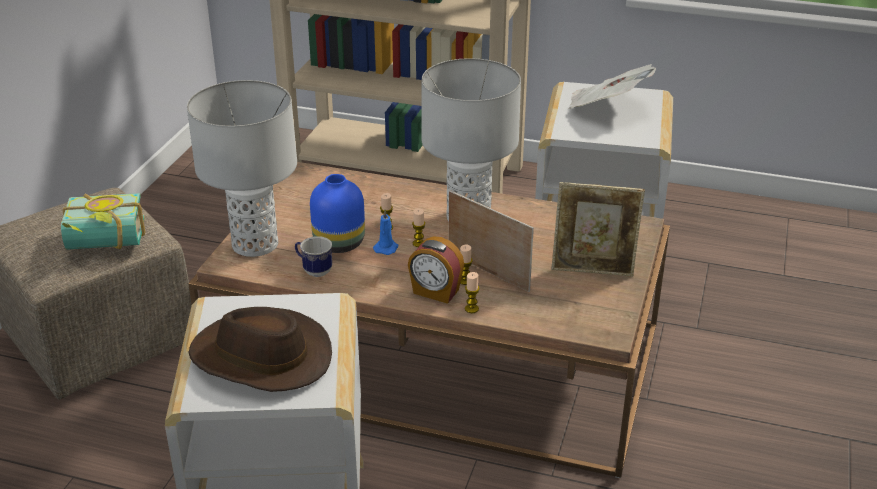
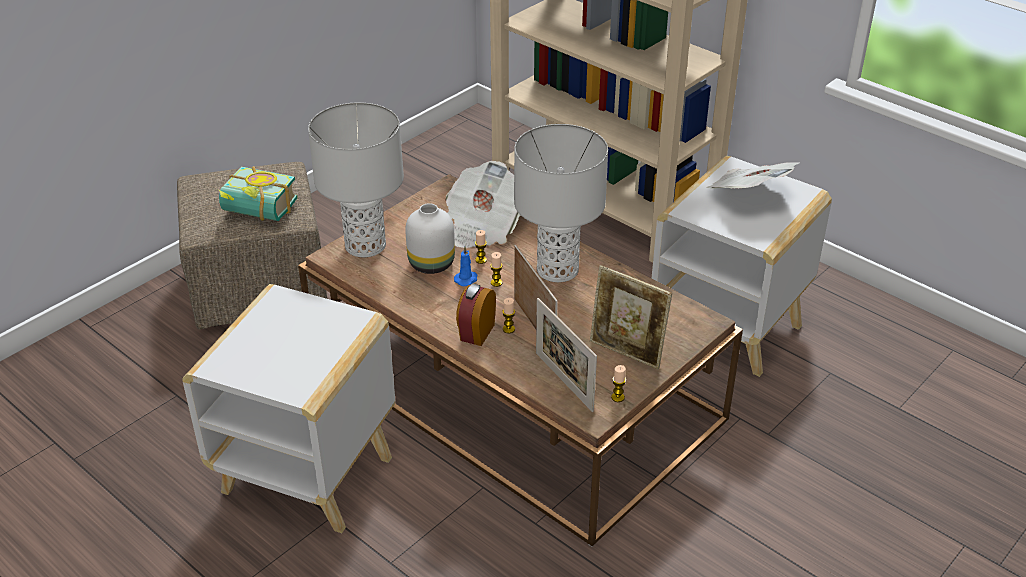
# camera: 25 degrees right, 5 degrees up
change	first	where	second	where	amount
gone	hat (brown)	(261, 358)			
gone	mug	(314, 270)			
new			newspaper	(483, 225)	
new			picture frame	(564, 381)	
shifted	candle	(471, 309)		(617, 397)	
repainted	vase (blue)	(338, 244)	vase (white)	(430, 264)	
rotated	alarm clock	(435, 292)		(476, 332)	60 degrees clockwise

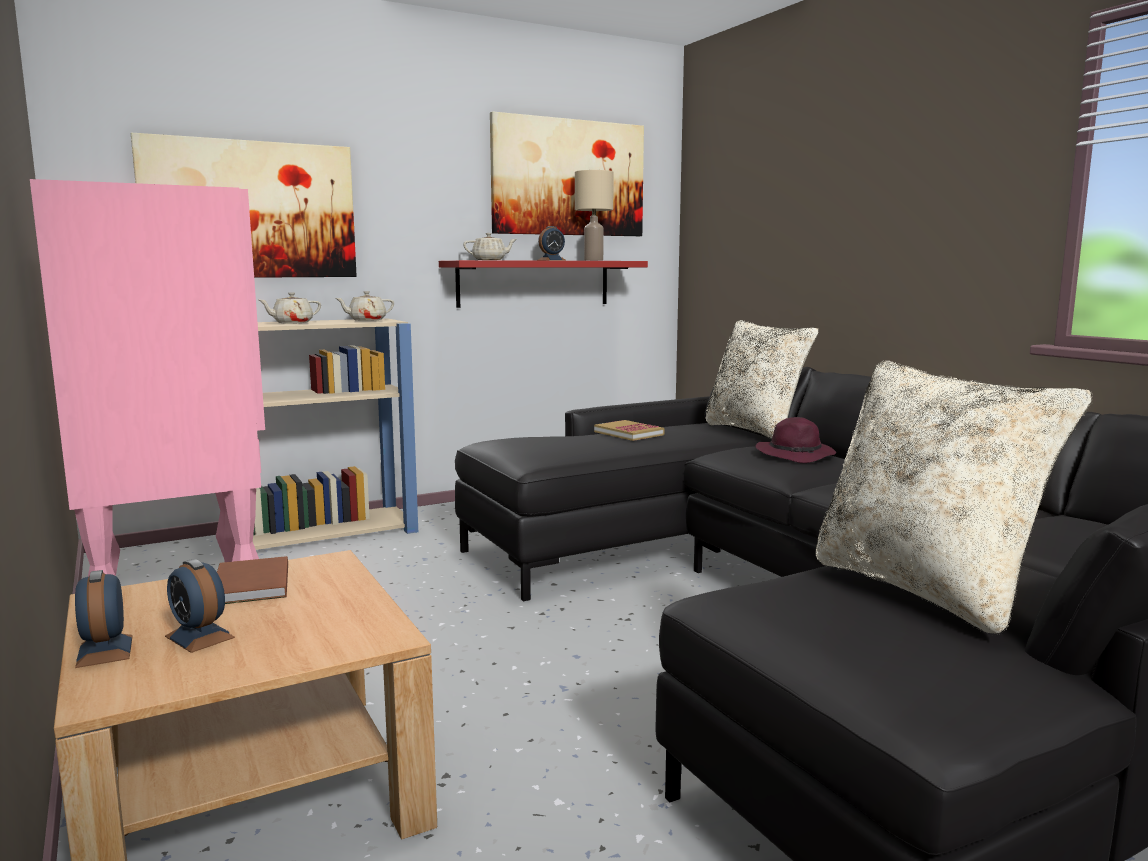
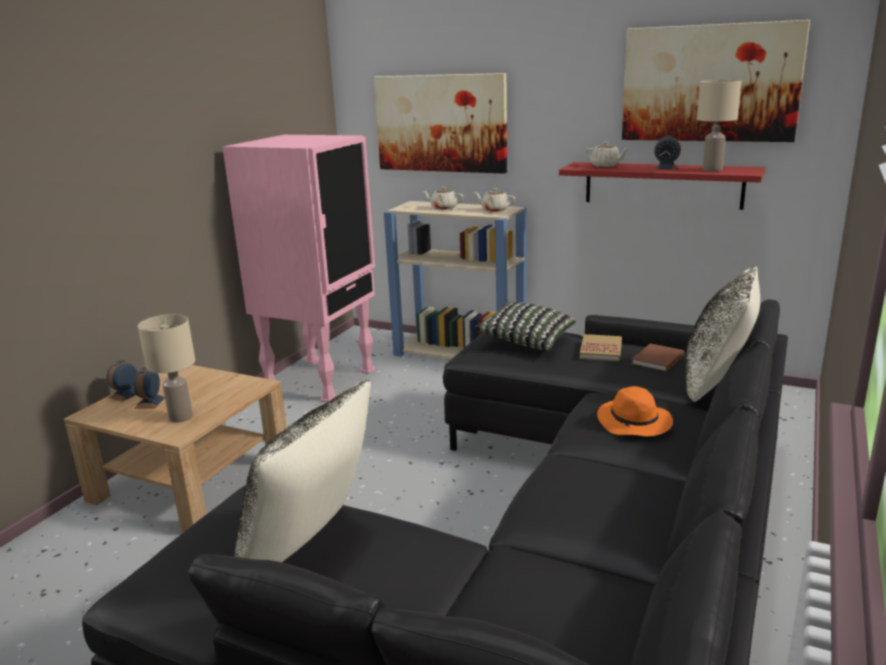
# camera: 55 degrees right, 10 degrees up
change	first	where	second	where	amount
new			table lamp (beige)	(181, 417)	
new			pillow	(526, 340)	
shifted	book (brown)	(250, 586)		(656, 360)	
repainted	hat (purple)	(796, 455)	hat (orange)	(635, 423)	

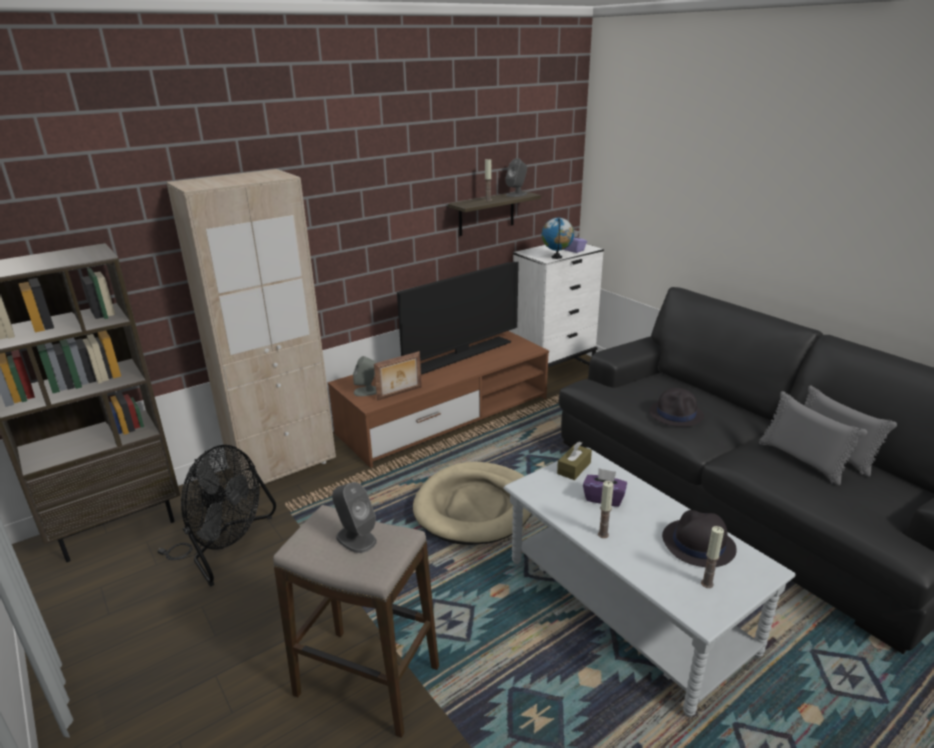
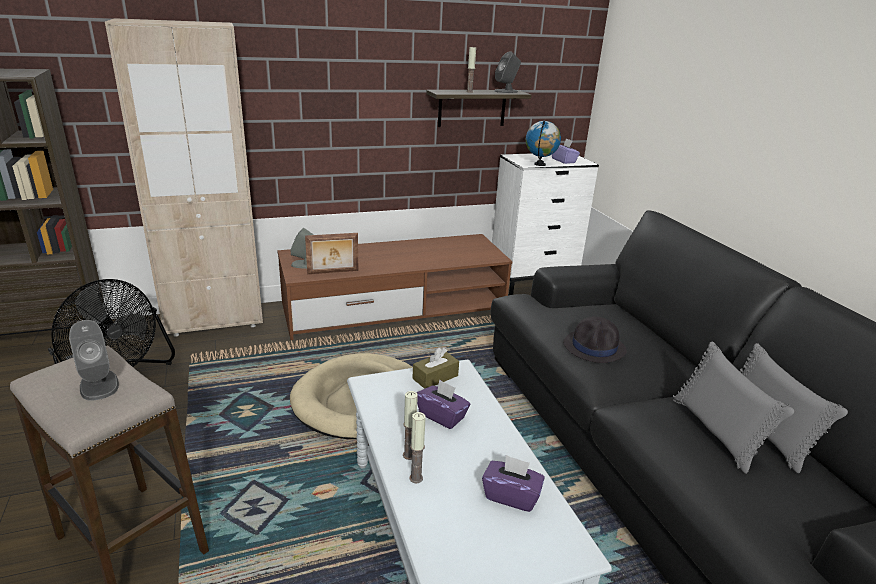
# camera: 15 degrees right, 0 degrees up
change	first	where	second	where	amount
gone	television	(462, 355)			
shifted	candle	(707, 583)		(416, 478)	
swapped	hat (black)	(697, 544)	tissue box (purple)	(511, 496)	

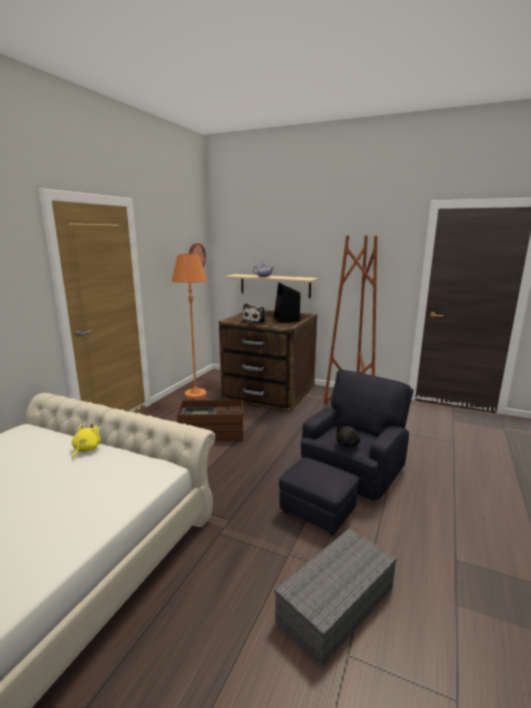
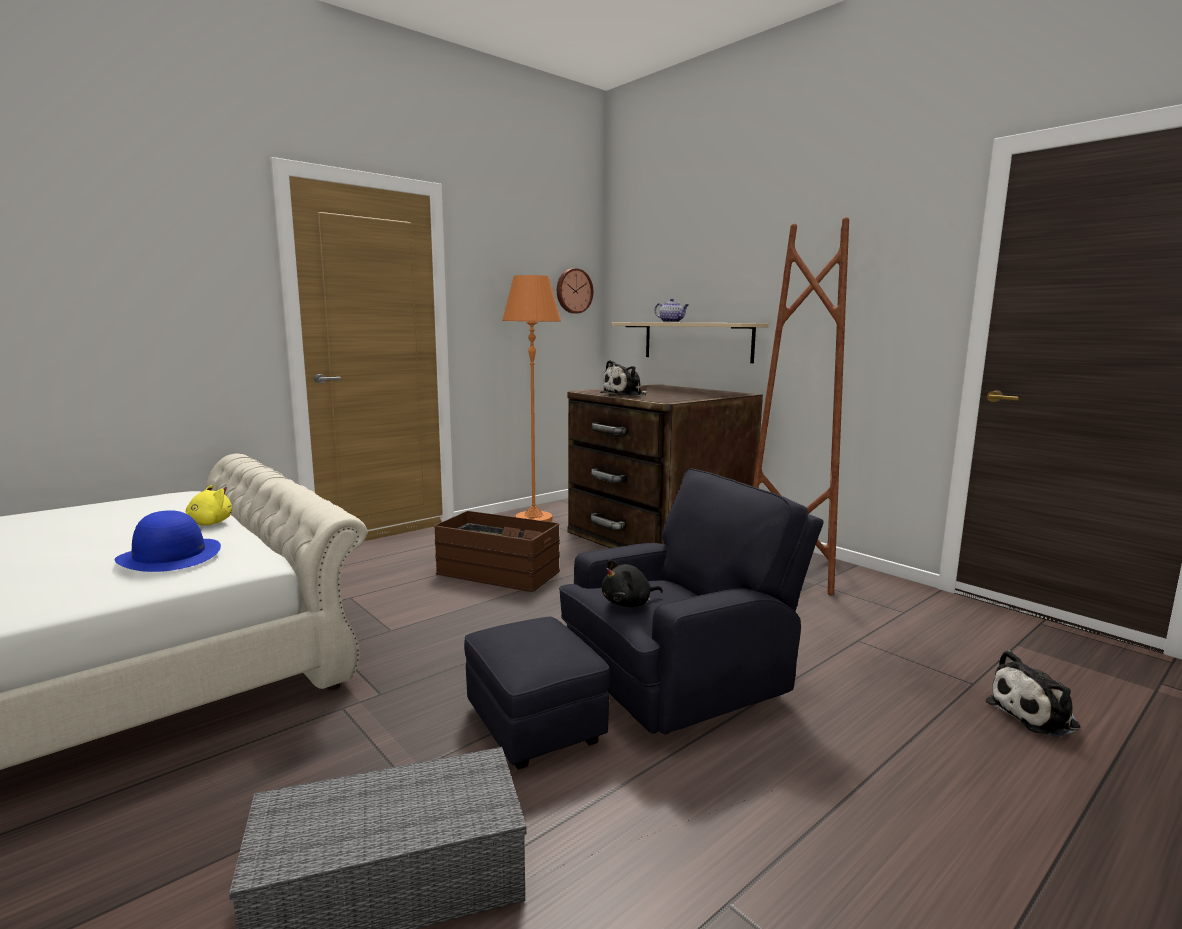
# camera: 25 degrees right, 5 degrees down
change	first	where	second	where	amount
gone	speaker (black)	(286, 320)			
new			hat (blue)	(170, 556)	
new			plush toy	(1036, 715)	

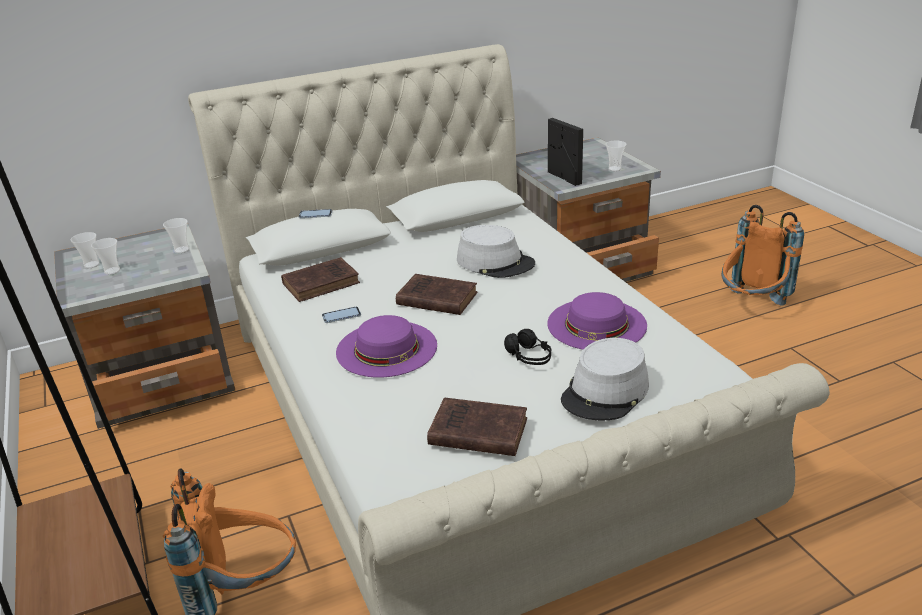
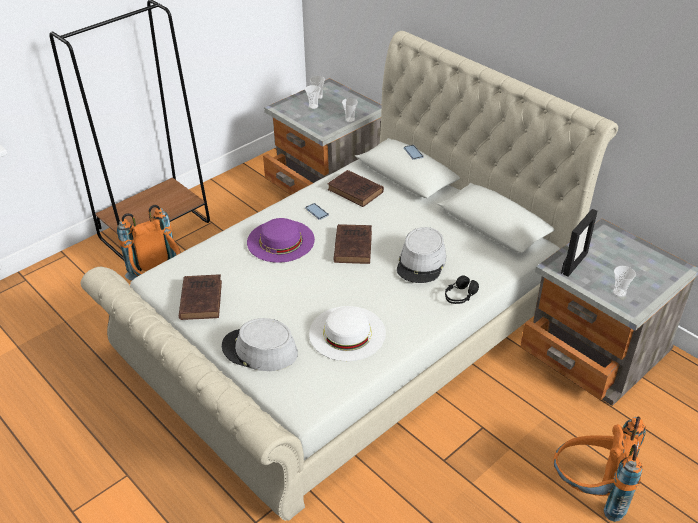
# camera: 70 degrees right, 10 degrees up
change	first	where	second	where	amount
shifted	headphones (black)	(529, 357)		(460, 296)	
repainted	hat (purple)	(596, 324)	hat (white)	(347, 333)	

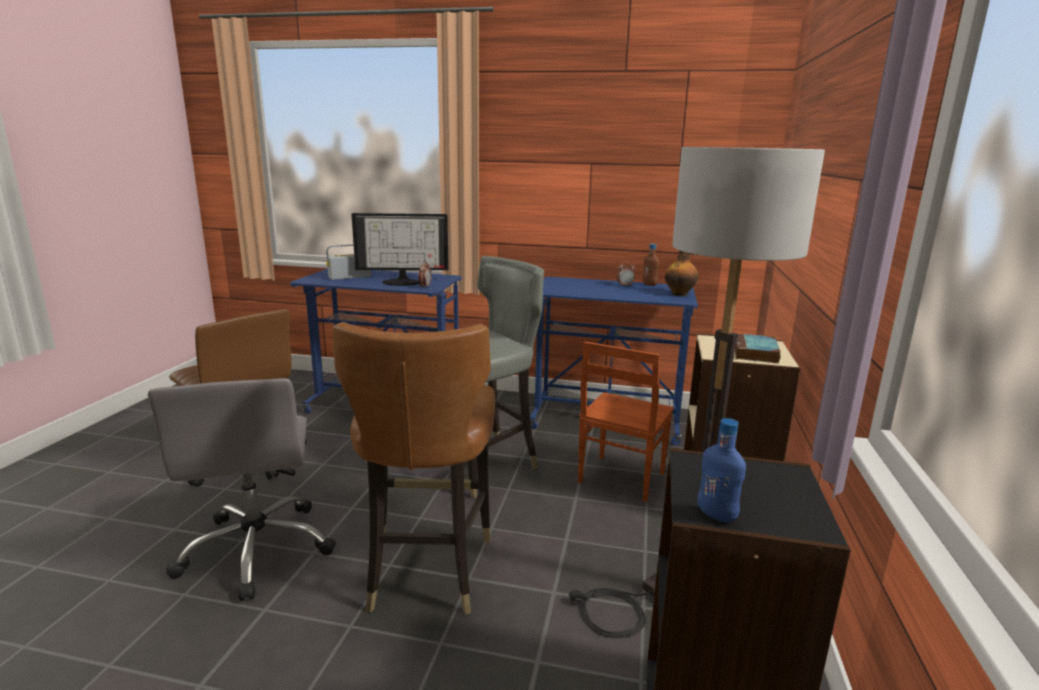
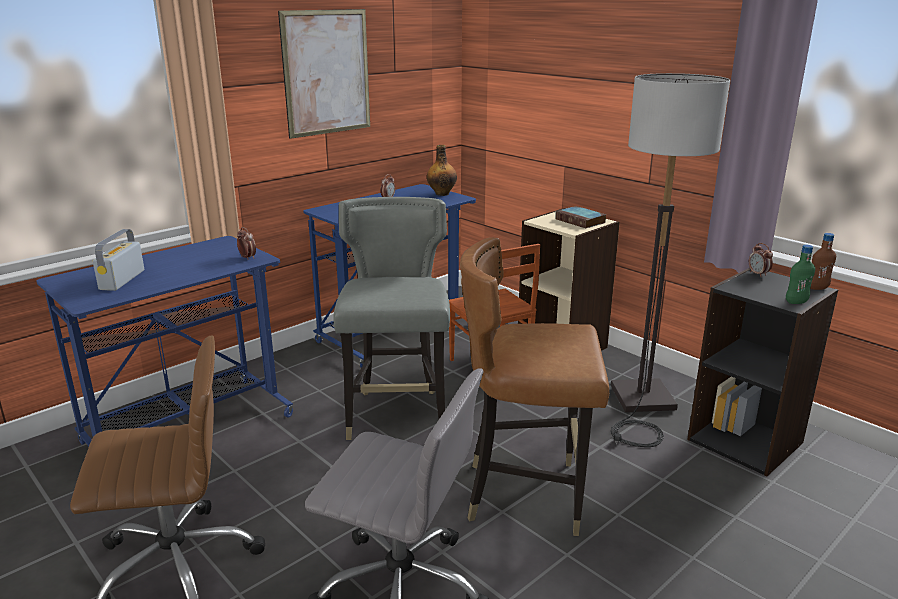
# camera: 55 degrees left, 5 degrees up
change	first	where	second	where	amount
gone	monitor	(402, 281)			
new			picture	(327, 73)	
new			alarm clock	(758, 274)	
shifted	bottle (brown)	(649, 284)		(817, 288)	
repainted	bottle (blue)	(716, 515)	bottle (green)	(796, 302)	
rotated	chair (brown)	(426, 570)		(526, 494)	150 degrees clockwise

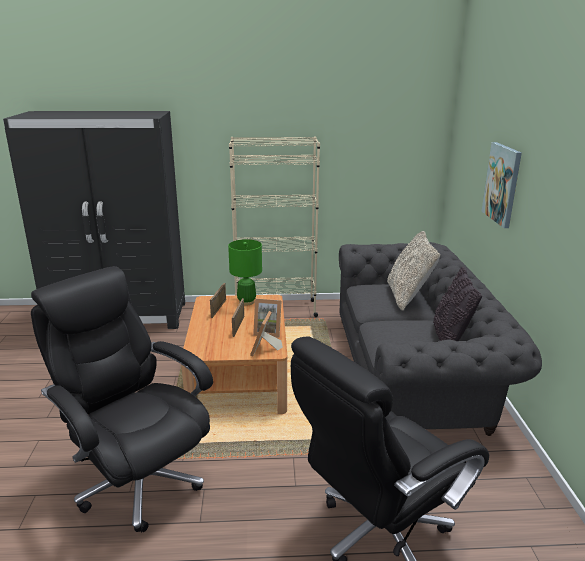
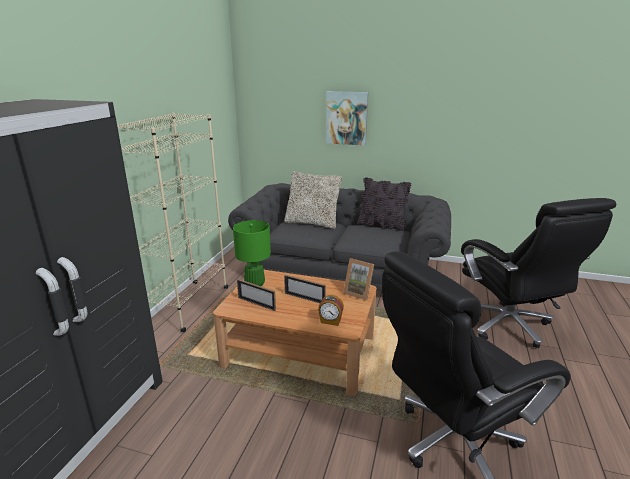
# camera: 70 degrees left, 0 degrees up
change	first	where	second	where	amount
gone	picture frame	(268, 332)			
new			alarm clock	(330, 321)	

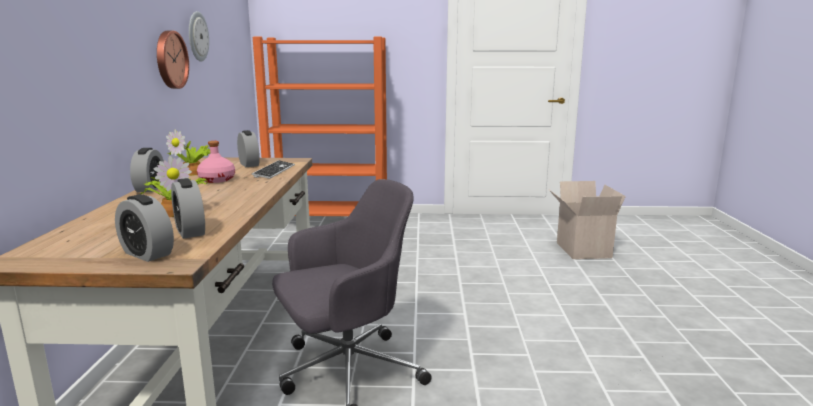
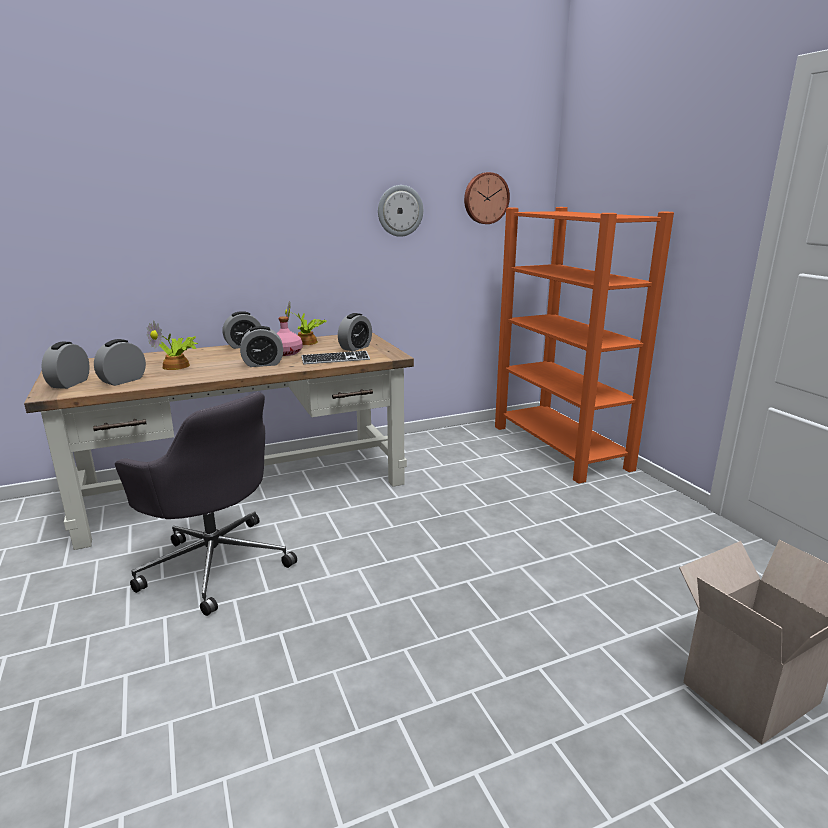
# camera: 65 degrees right, 5 degrees up
change	first	where	second	where	amount
new			alarm clock	(263, 364)	
shifted	wall clock	(170, 60)		(485, 198)	

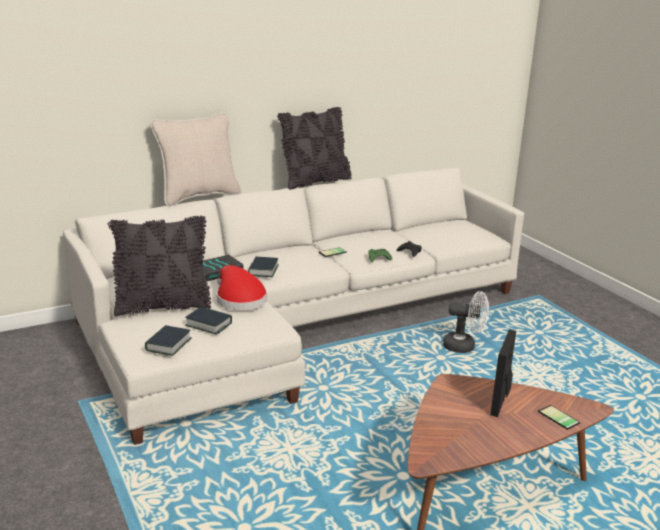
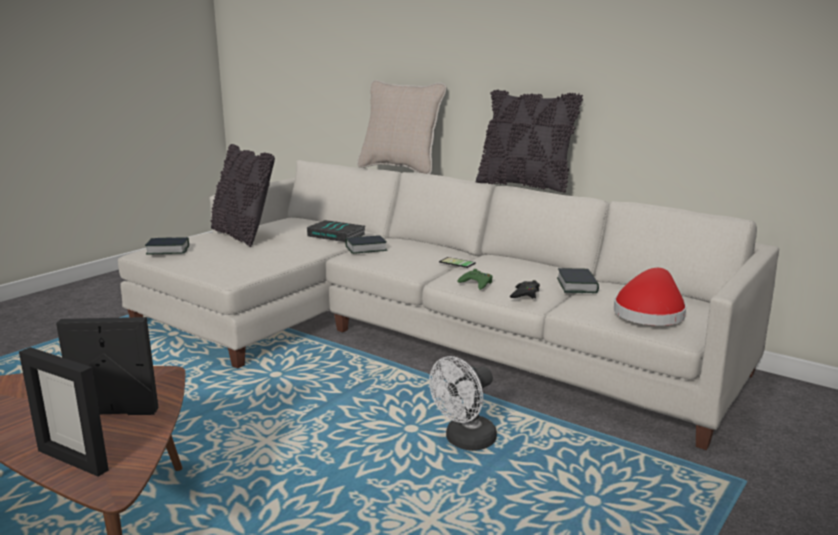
# camera: 65 degrees right, 5 degrees down
change	first	where	second	where	amount
shifted	book	(208, 324)		(577, 285)	
shifted	hat (red)	(239, 299)		(649, 312)	
swapped	phone	(557, 418)	picture frame	(74, 459)	
rotated	fan (white)	(464, 347)		(465, 442)	60 degrees clockwise

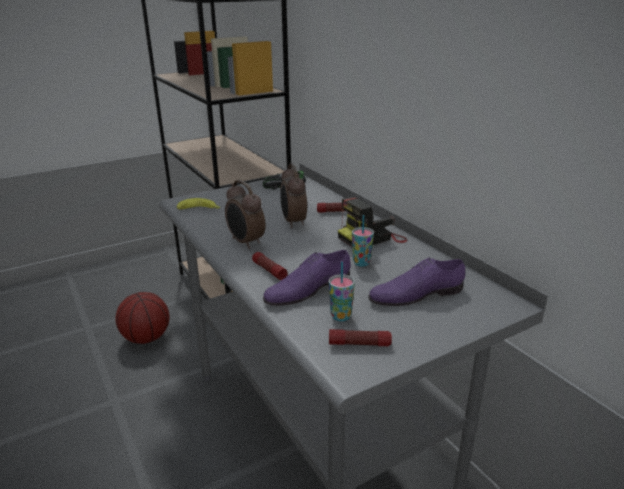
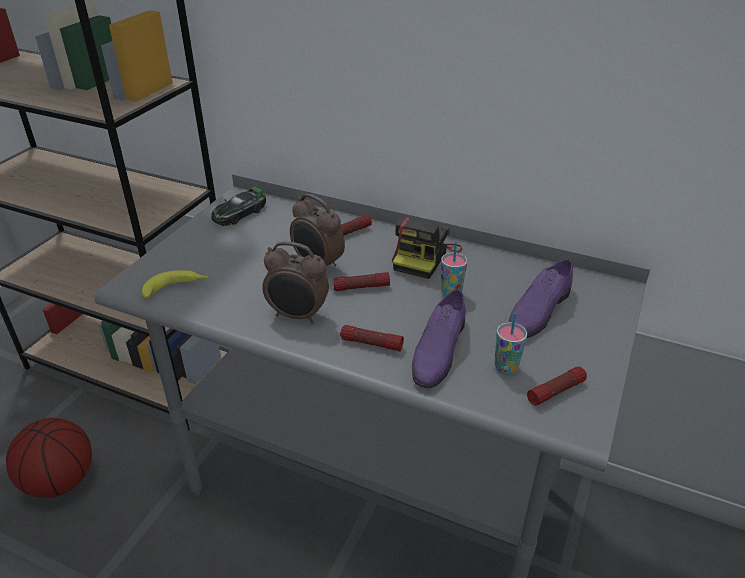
# camera: 35 degrees left, 10 degrees up
change	first	where	second	where	amount
new			flashlight	(361, 287)	

